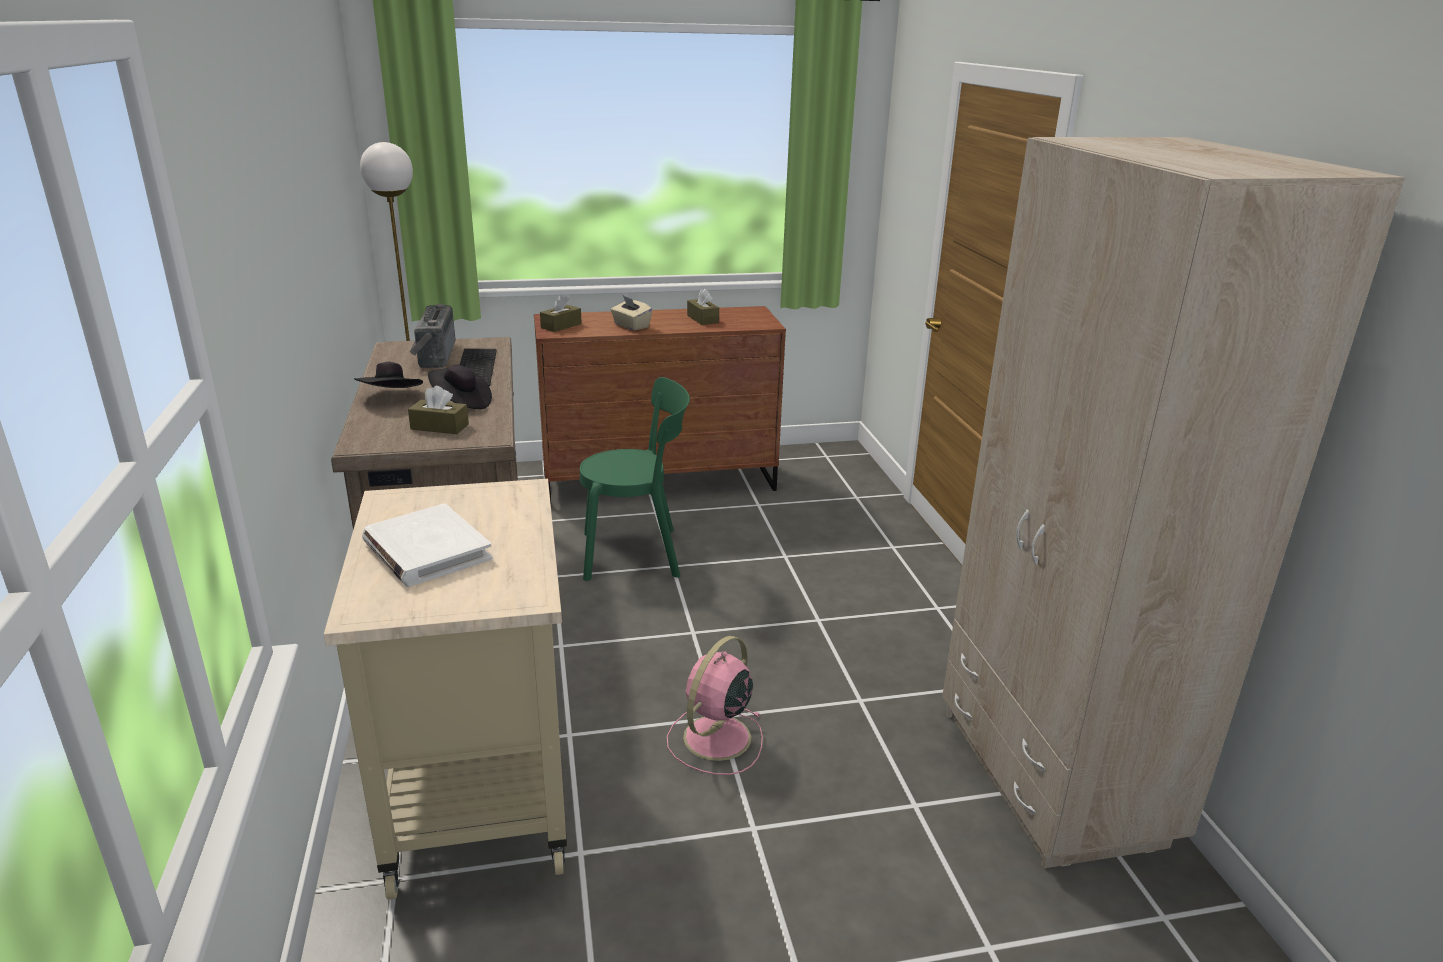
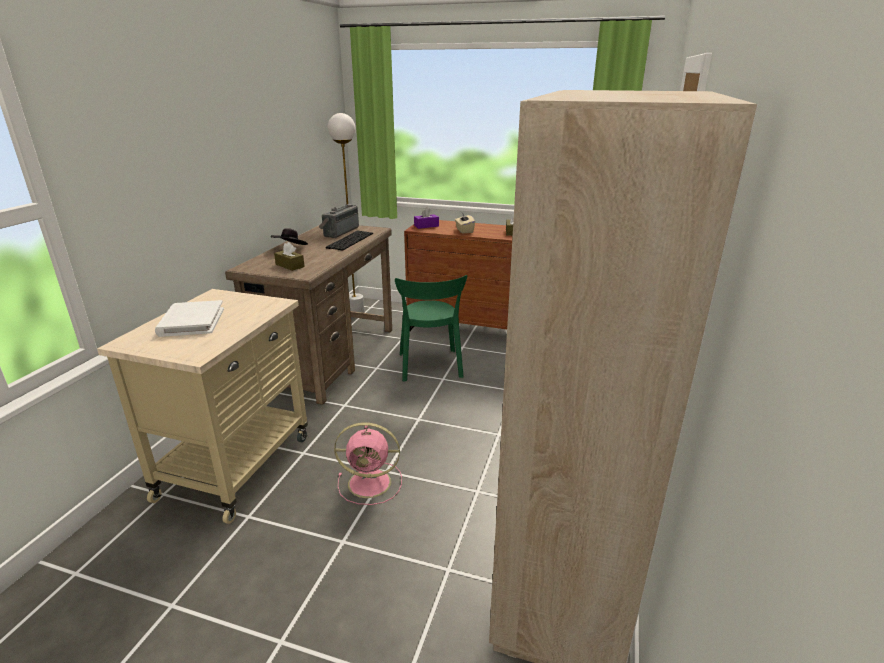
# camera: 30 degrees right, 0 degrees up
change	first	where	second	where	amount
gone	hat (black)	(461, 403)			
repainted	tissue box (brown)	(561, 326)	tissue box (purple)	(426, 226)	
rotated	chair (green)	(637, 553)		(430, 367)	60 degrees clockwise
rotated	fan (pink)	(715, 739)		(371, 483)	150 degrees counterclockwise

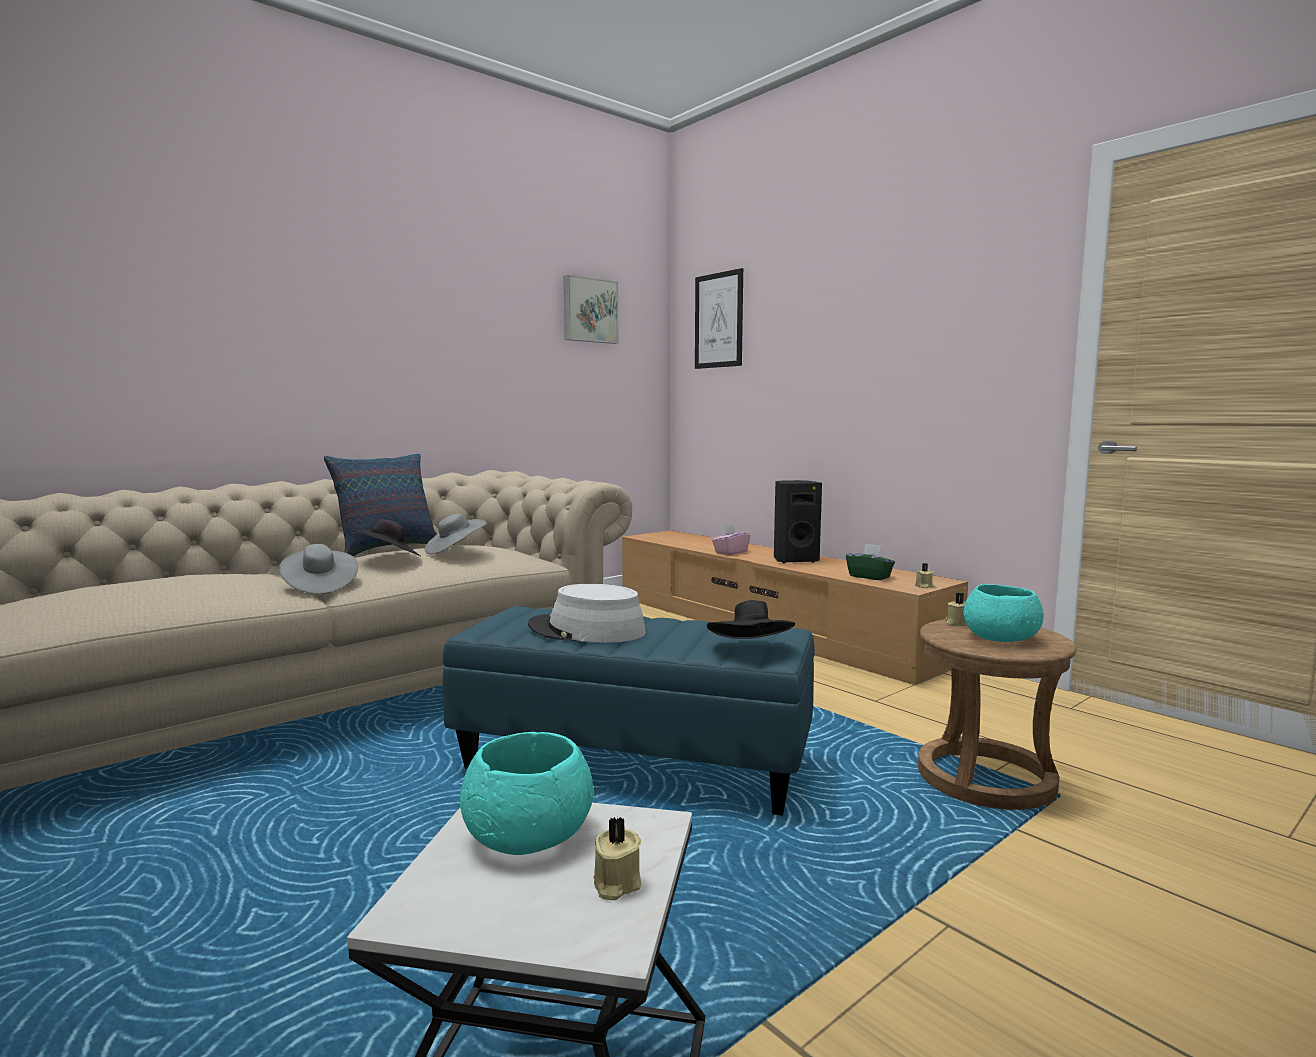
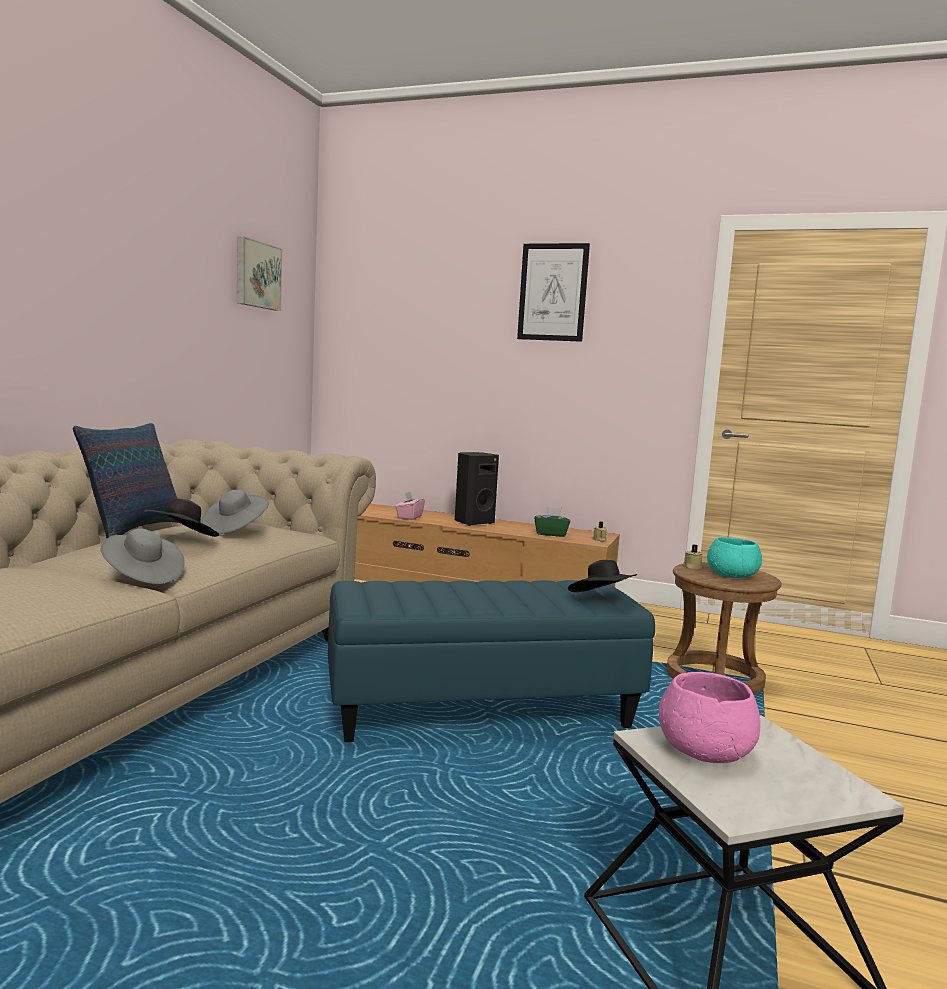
# camera: 30 degrees left, 0 degrees up
change	first	where	second	where	amount
gone	hat (grey)	(586, 630)			
gone	candle (beige)	(615, 884)			
shifted	picture	(718, 320)		(552, 292)	
repainted	bowl (turquoise)	(527, 835)	bowl (pink)	(704, 750)	

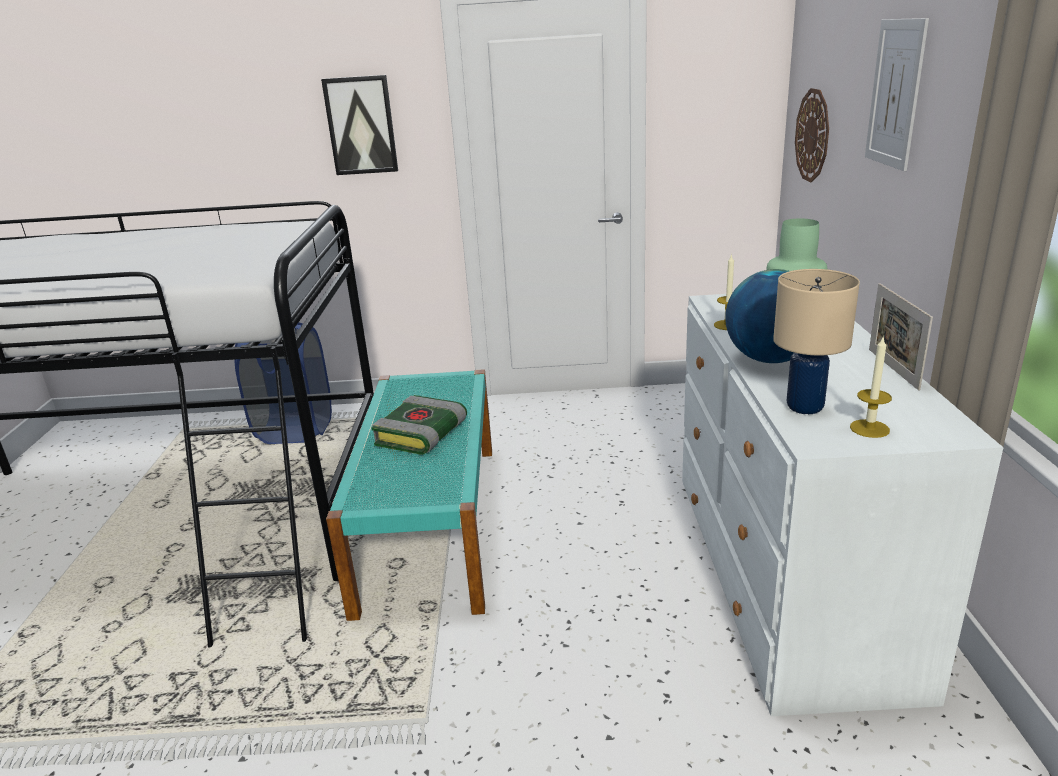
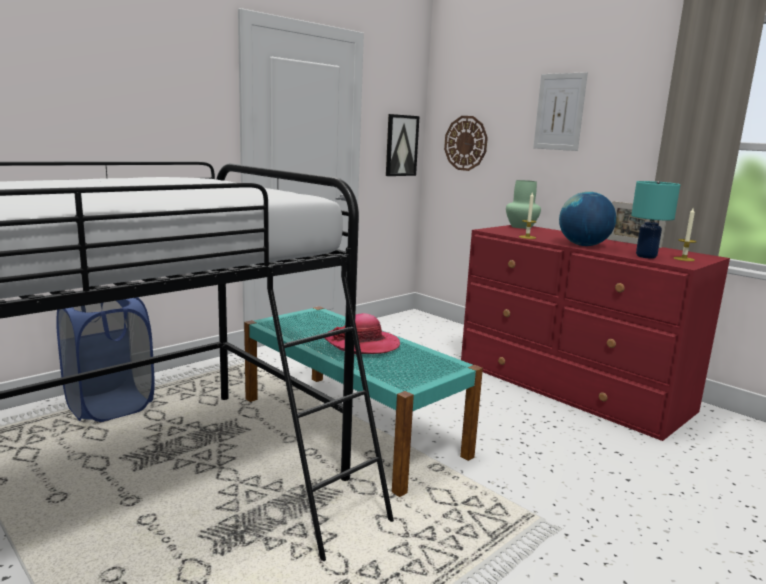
# camera: 45 degrees left, 10 degrees down
change	first	where	second	where	amount
shifted	picture	(361, 125)		(401, 145)	
swapped	book	(422, 435)	hat	(362, 344)	
repainted	dresser (white)	(785, 573)	dresser (red)	(571, 386)	
repainted	table lamp (beige)	(807, 408)	table lamp (turquoise)	(647, 256)	

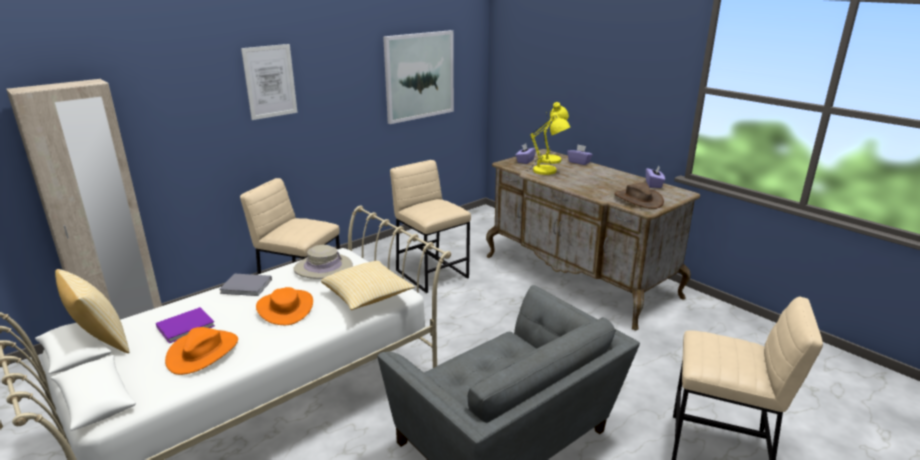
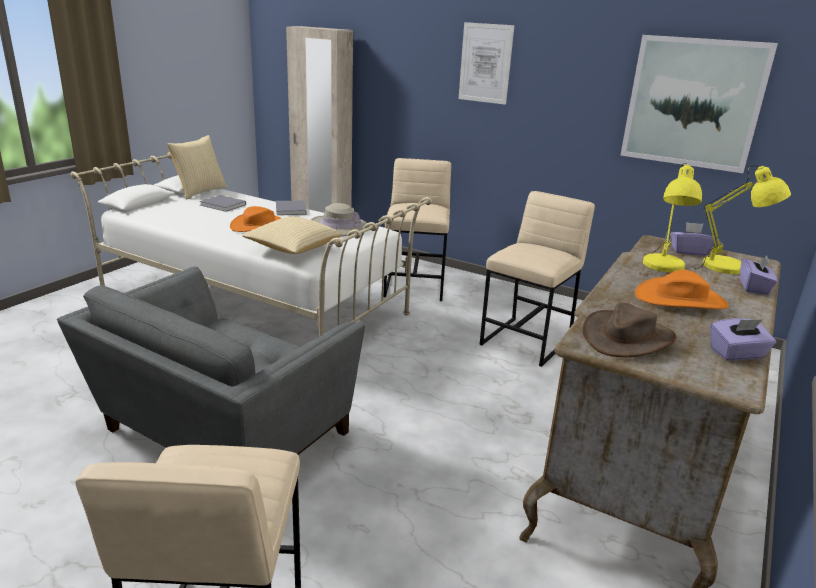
# camera: 70 degrees right, 0 degrees up
change	first	where	second	where	amount
shifted	hat (orange)	(203, 352)		(680, 299)	
repainted	book (purple)	(187, 326)	book (grey)	(224, 205)	

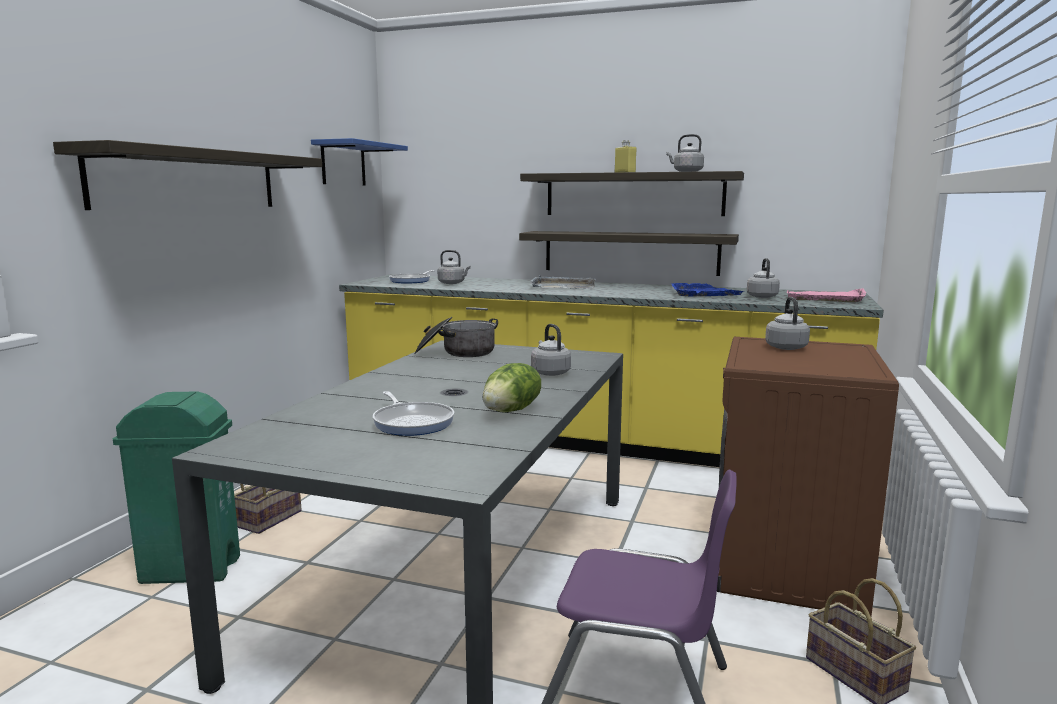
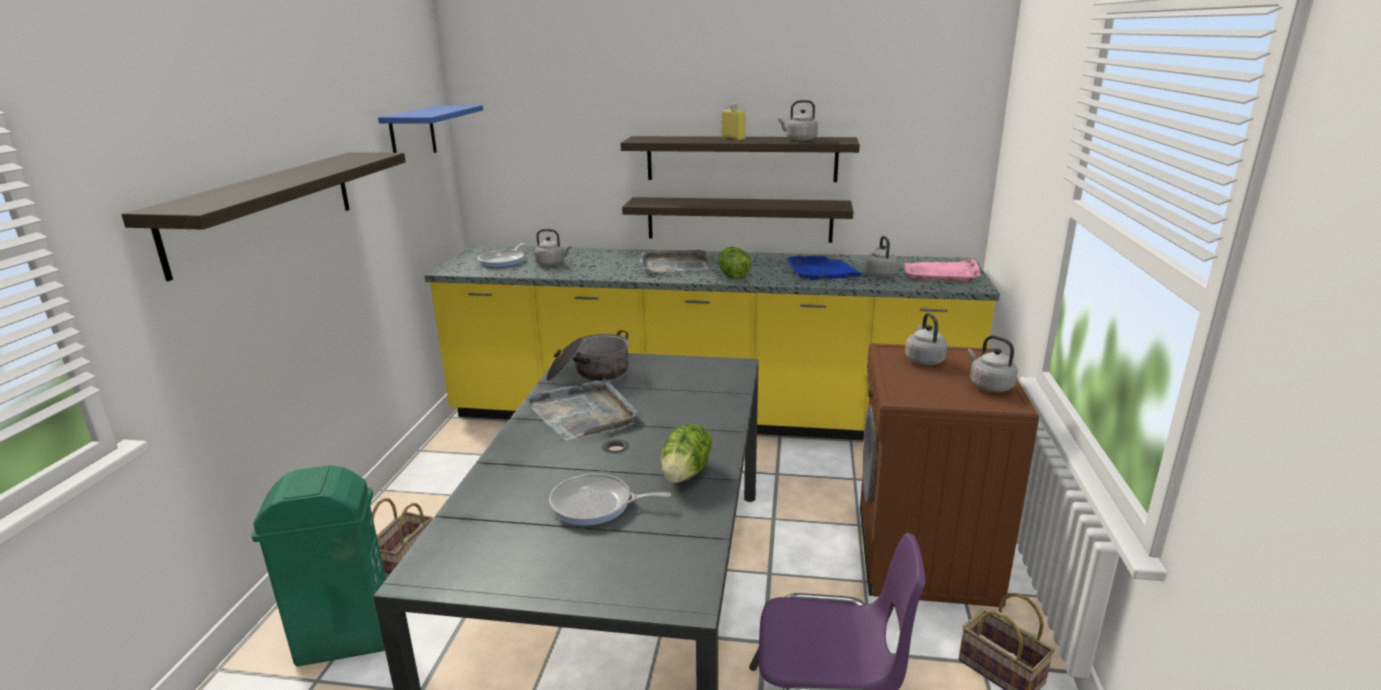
# camera: 10 degrees left, 10 degrees up
change	first	where	second	where	amount
new			tray (grey)	(583, 413)	
new			lettuce	(733, 276)	
shifted	kettle (grey)	(549, 372)		(989, 386)	
rotated	frying pan	(412, 422)		(596, 505)	135 degrees clockwise

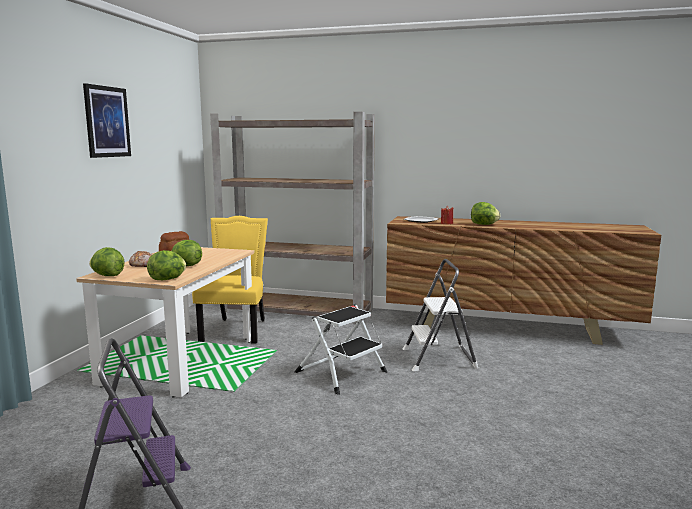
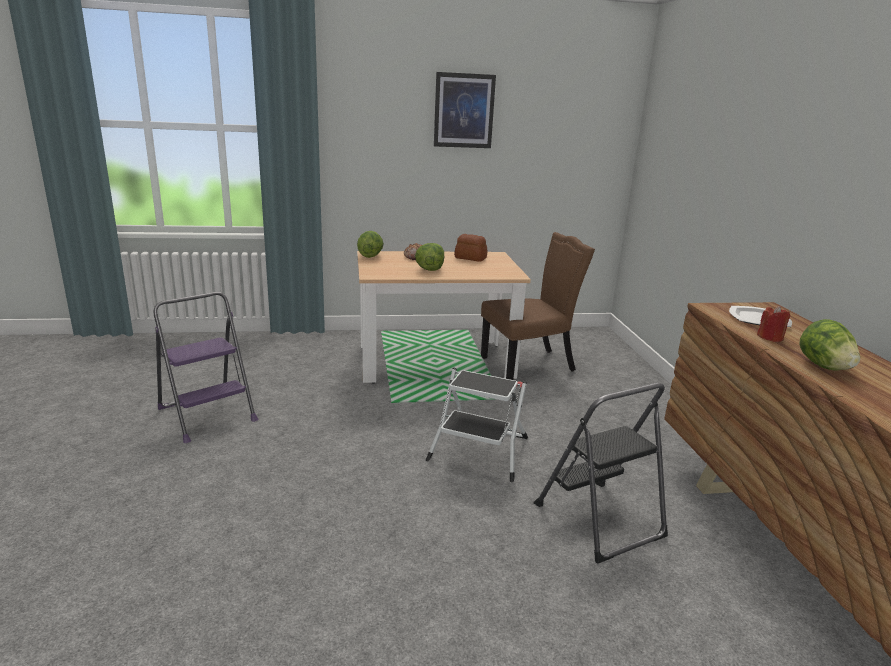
# camera: 65 degrees right, 10 degrees up
change	first	where	second	where	amount
gone	lettuce	(168, 279)			
gone	bookcase (brown)	(297, 310)			
repainted	chair (yellow)	(235, 331)	chair (brown)	(526, 365)	
repainted	step ladder (white)	(442, 358)	step ladder (black)	(601, 522)	

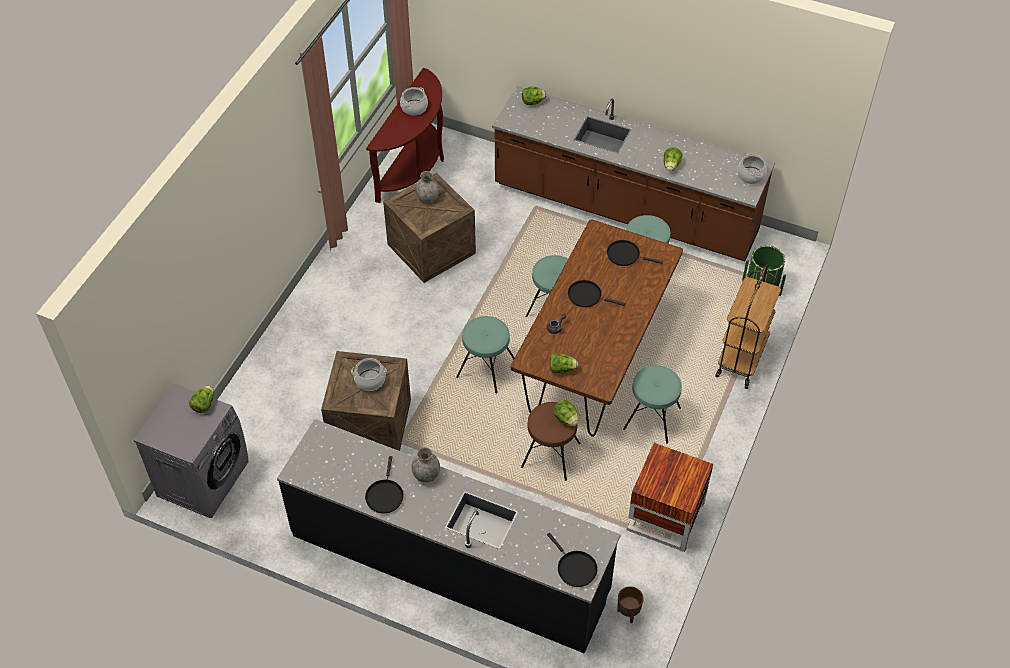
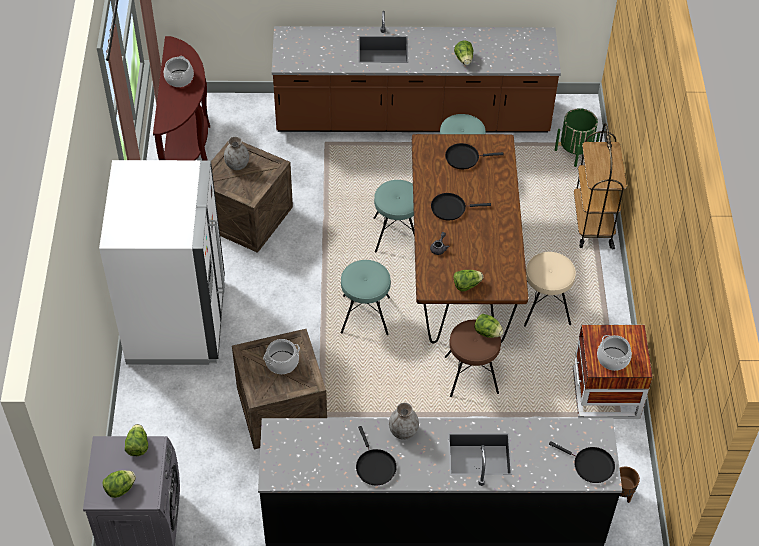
# camera: 25 degrees left, 0 degrees up
change	first	where	second	where	amount
new			fridge (white)	(177, 321)	
shifted	lettuce	(533, 102)		(120, 489)	
shifted	cooking pot	(751, 175)		(613, 359)	
repainted	stool (turquoise)	(652, 418)	stool (beige)	(544, 307)	

